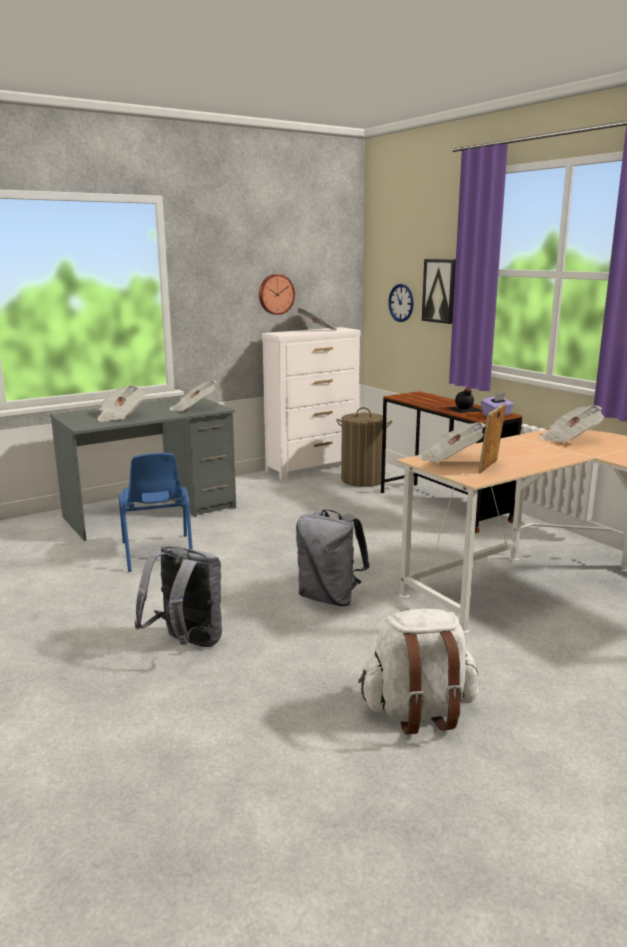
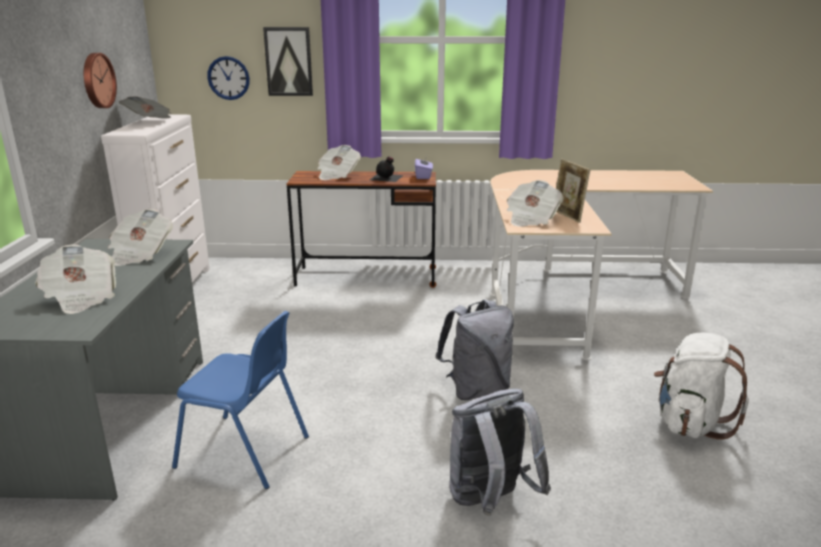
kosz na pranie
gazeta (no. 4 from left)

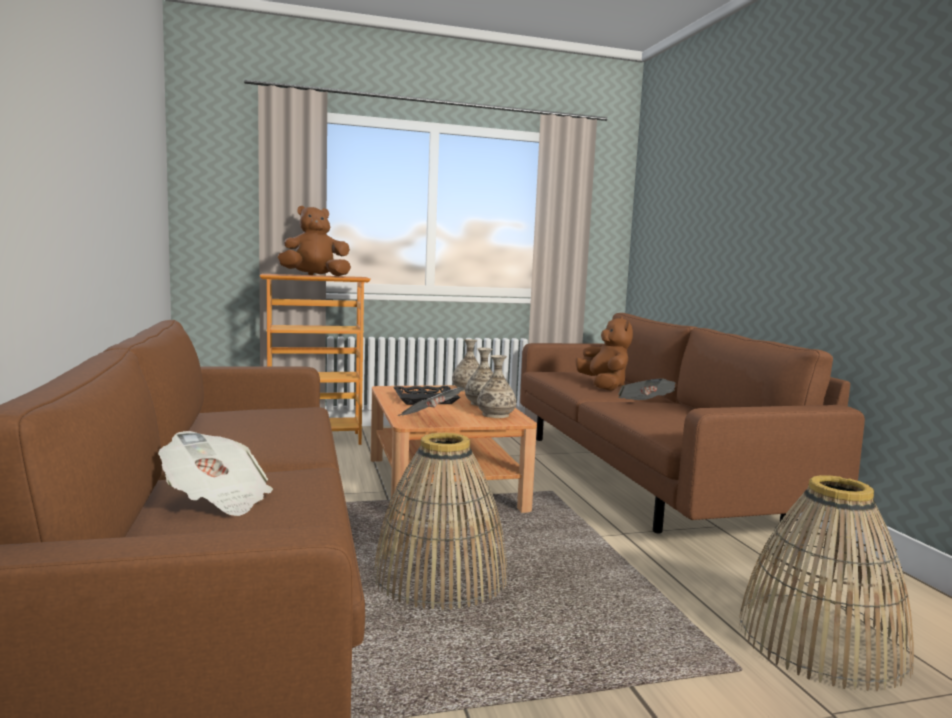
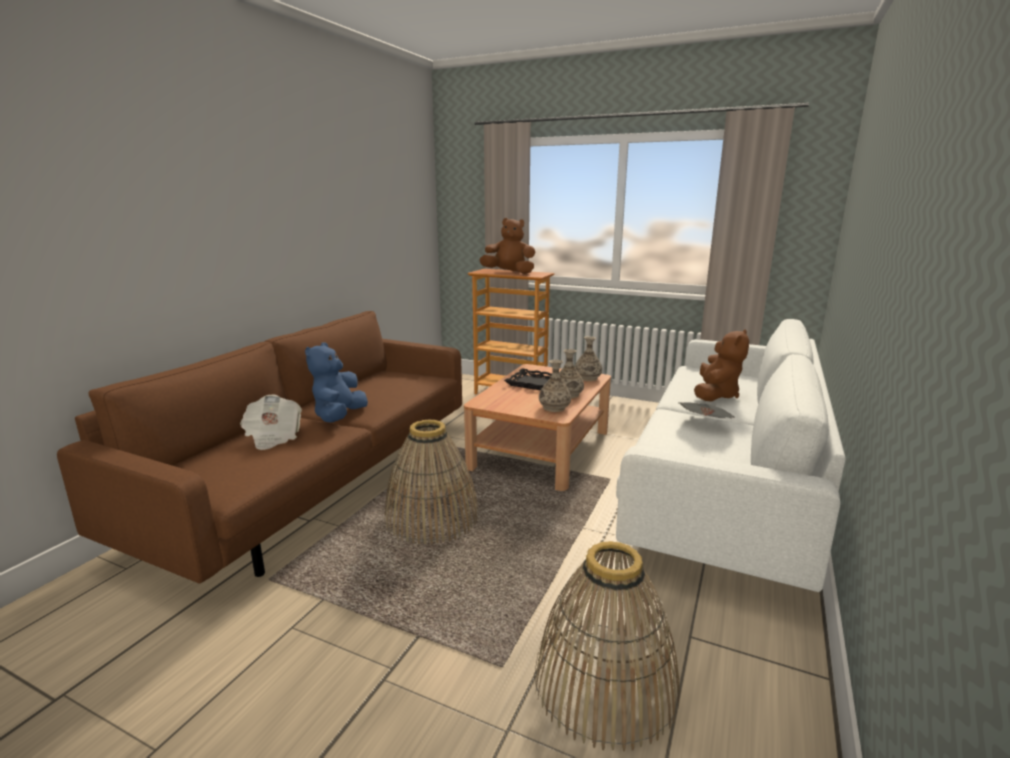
gazeta (no. 2 from left in the first image)
kanapa [biały]
pluszak [niebieski]

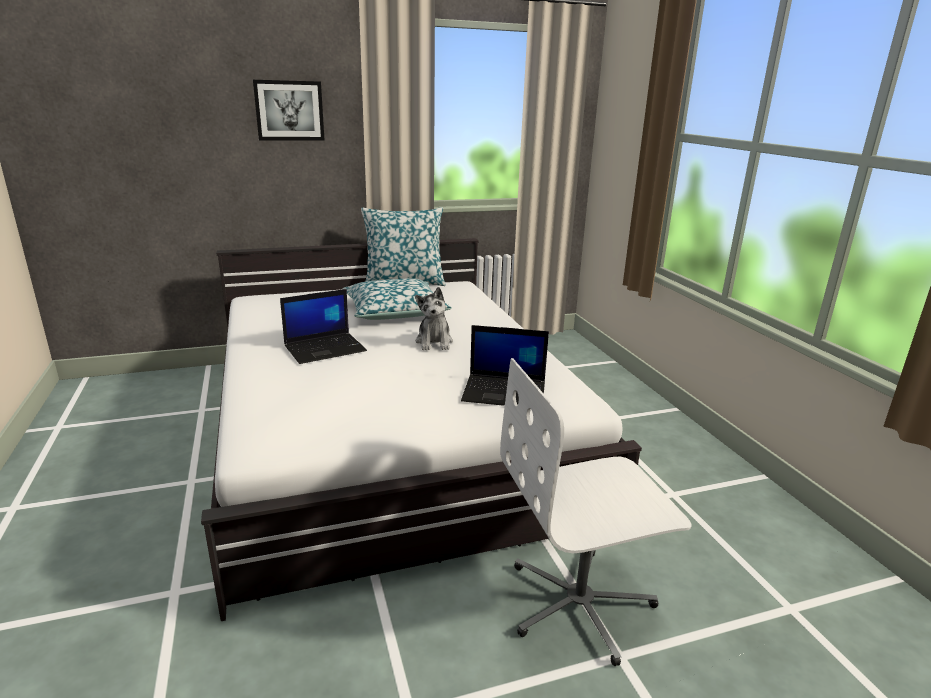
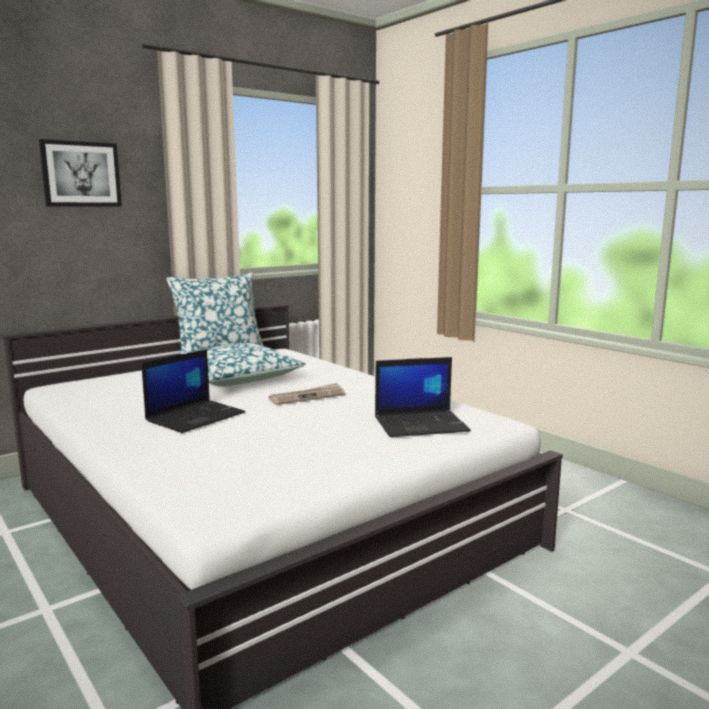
gazeta
krzesło biurowe [biały]

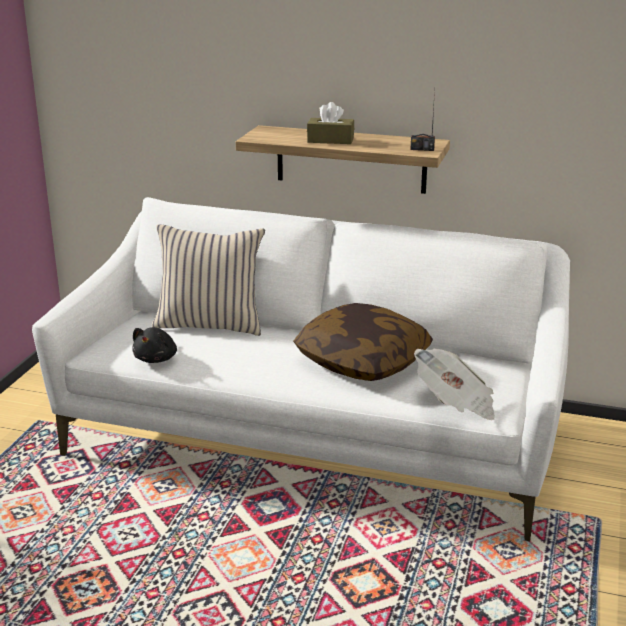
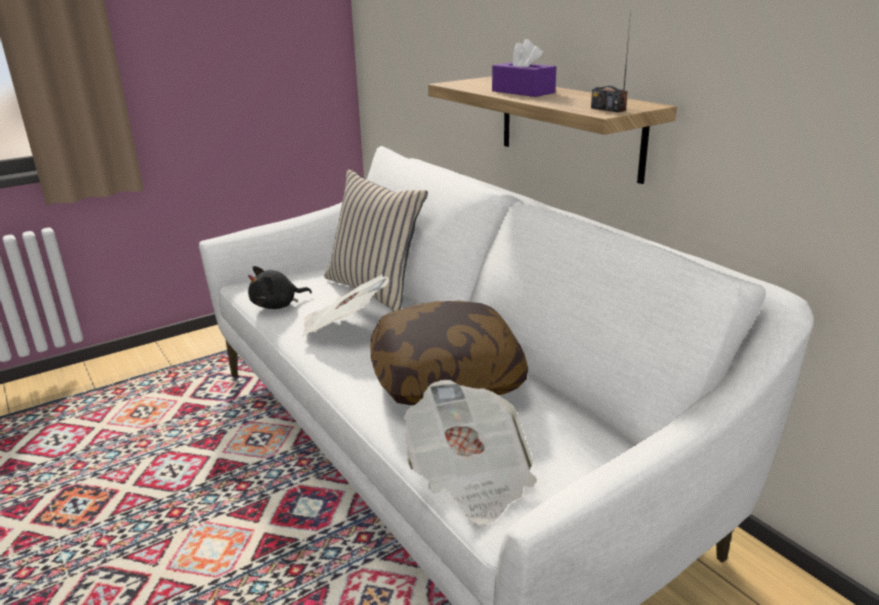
pudełko chusteczek [fioletowy]
gazeta (no. 1 from left)

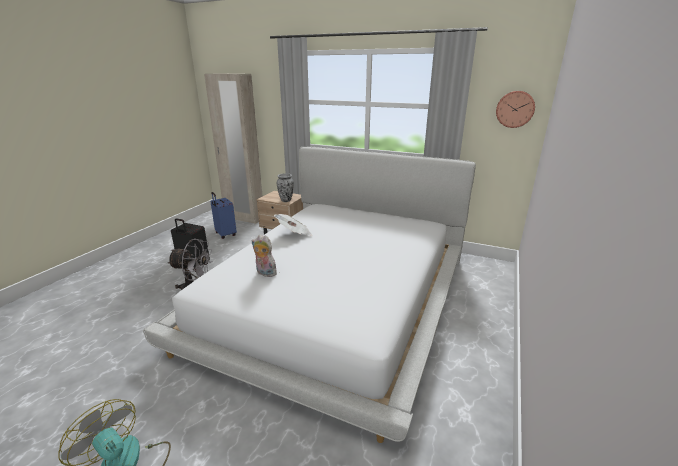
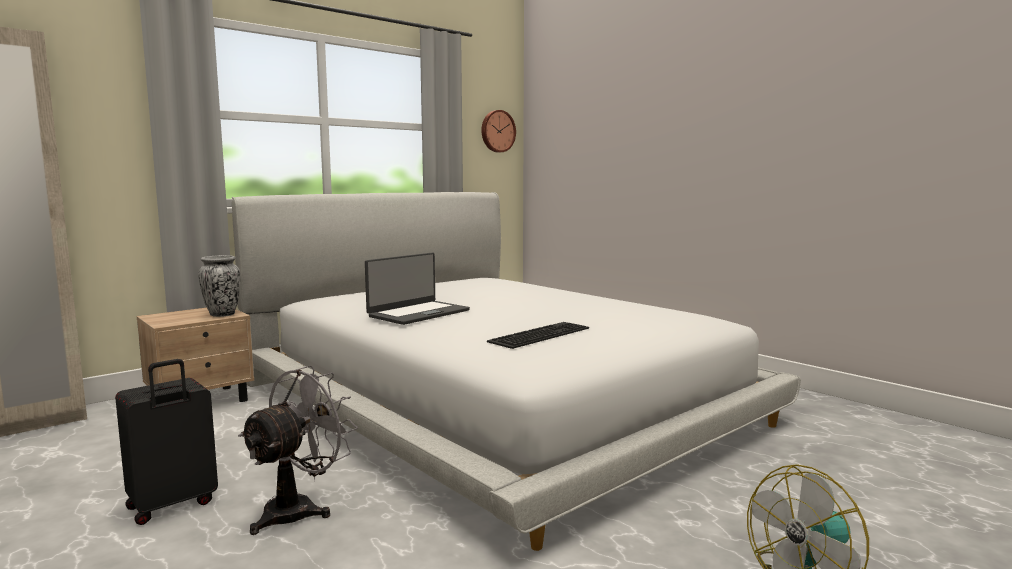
walizka [niebieski]
klawiatura
laptop

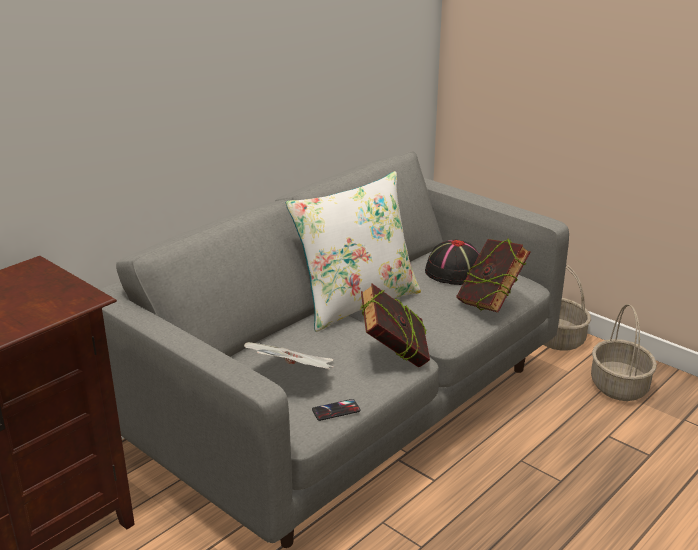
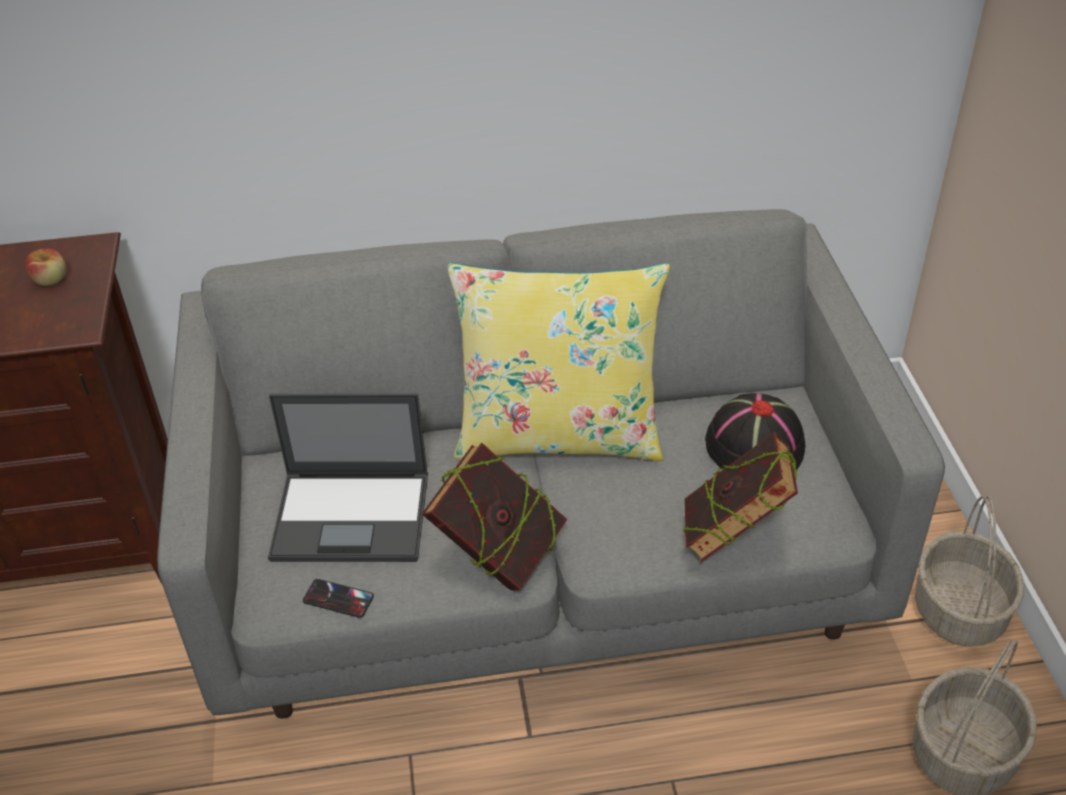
laptop
poduszka [żółty]
jabłko

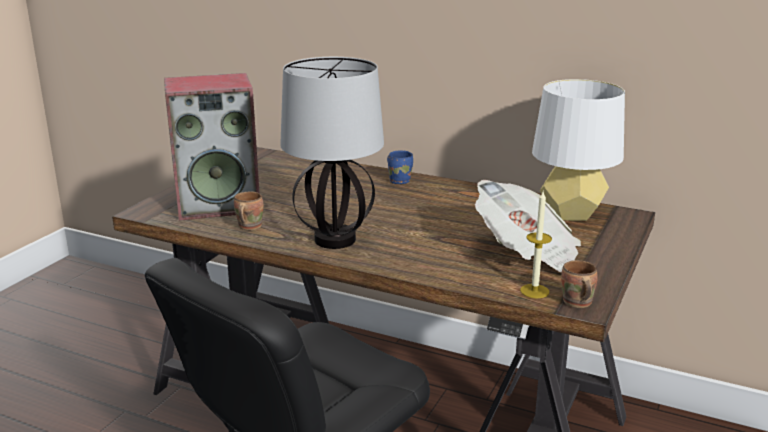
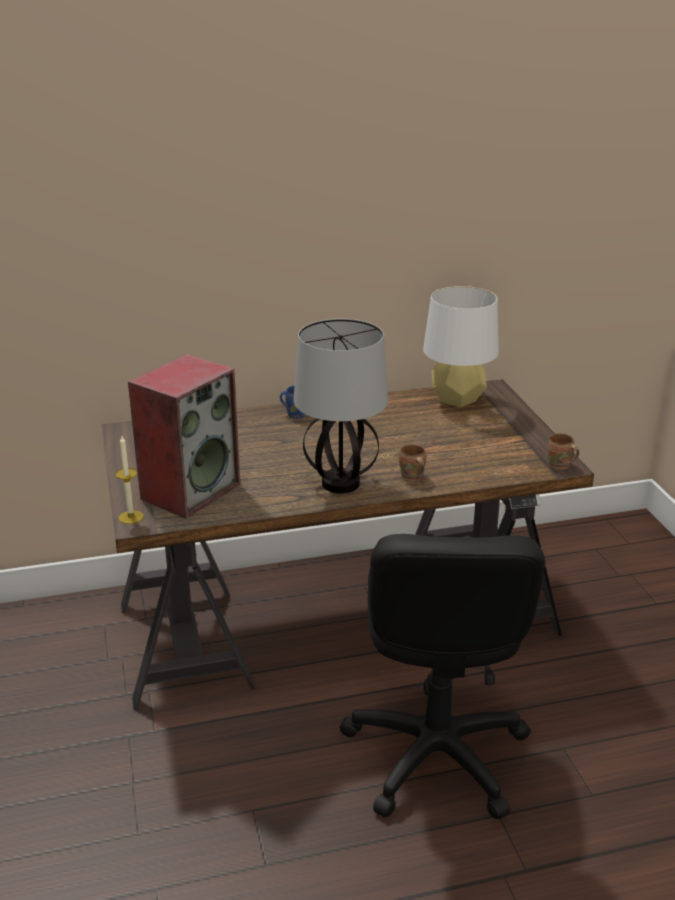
kubek [brązowy] (no. 1 from left)
gazeta
świeca

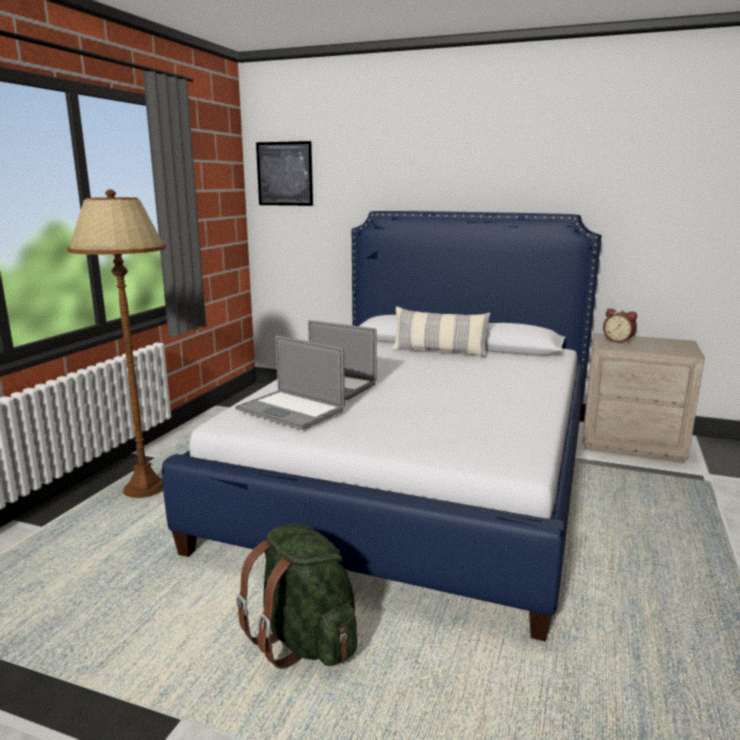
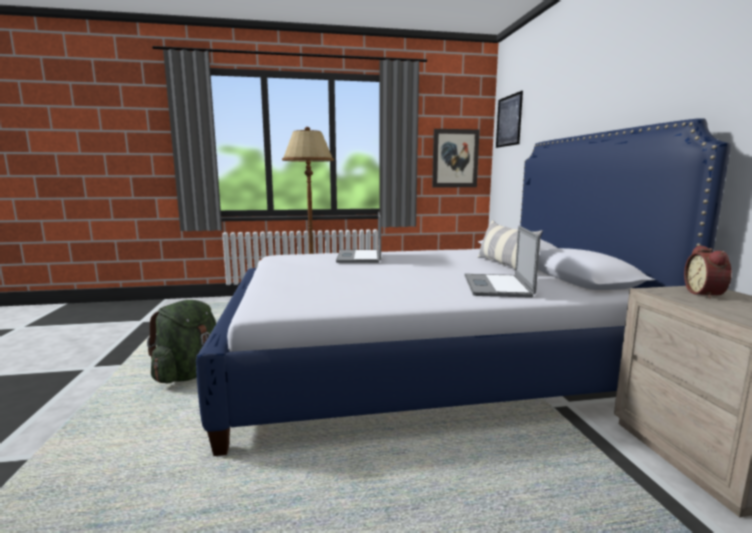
laptop (no. 2 from left)
obraz (no. 1 from left)

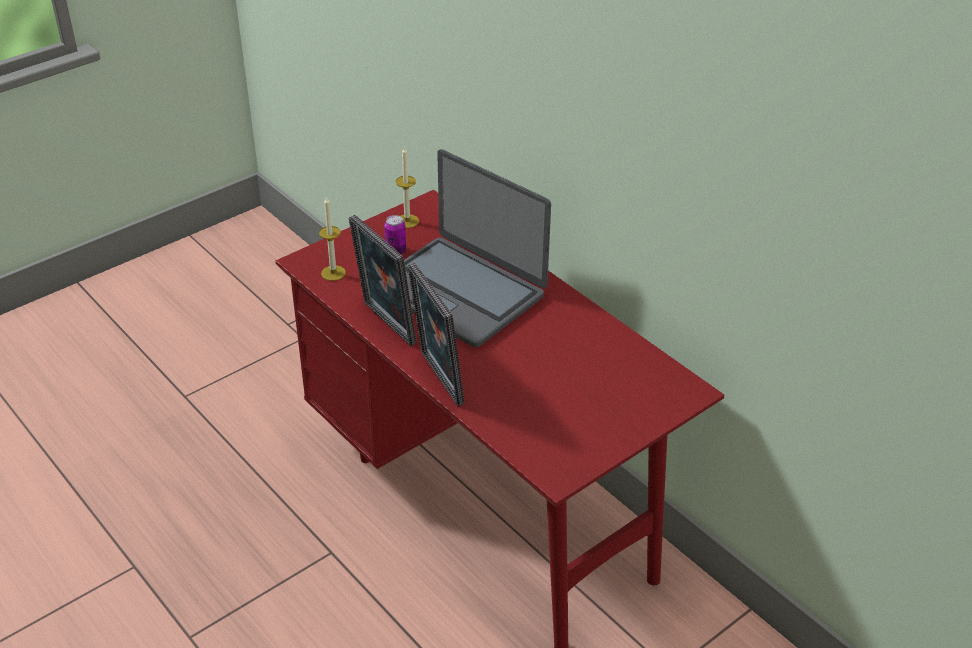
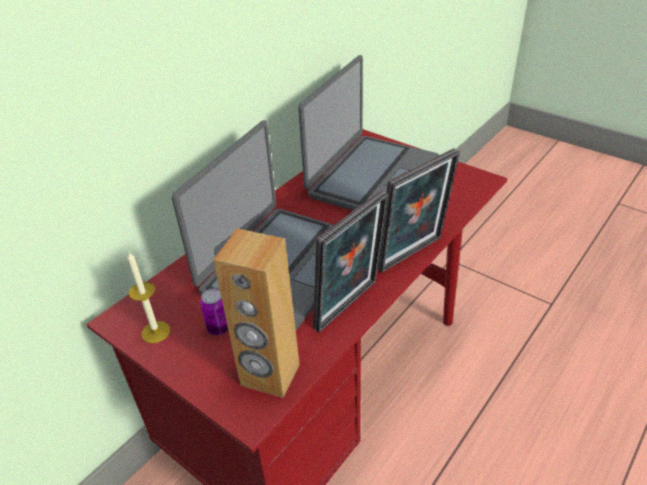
głośnik [brązowy]
laptop (no. 2 from left)

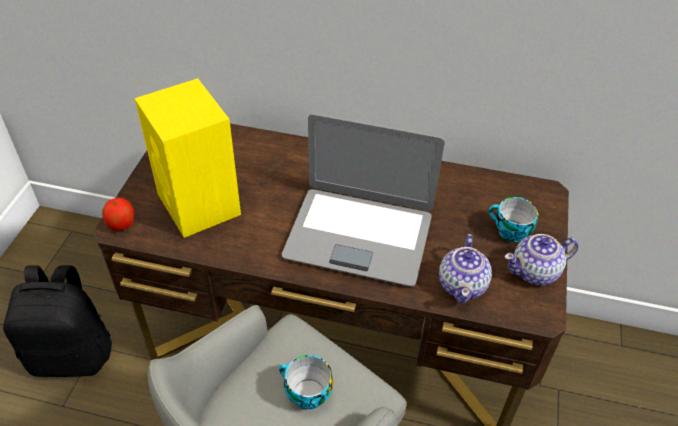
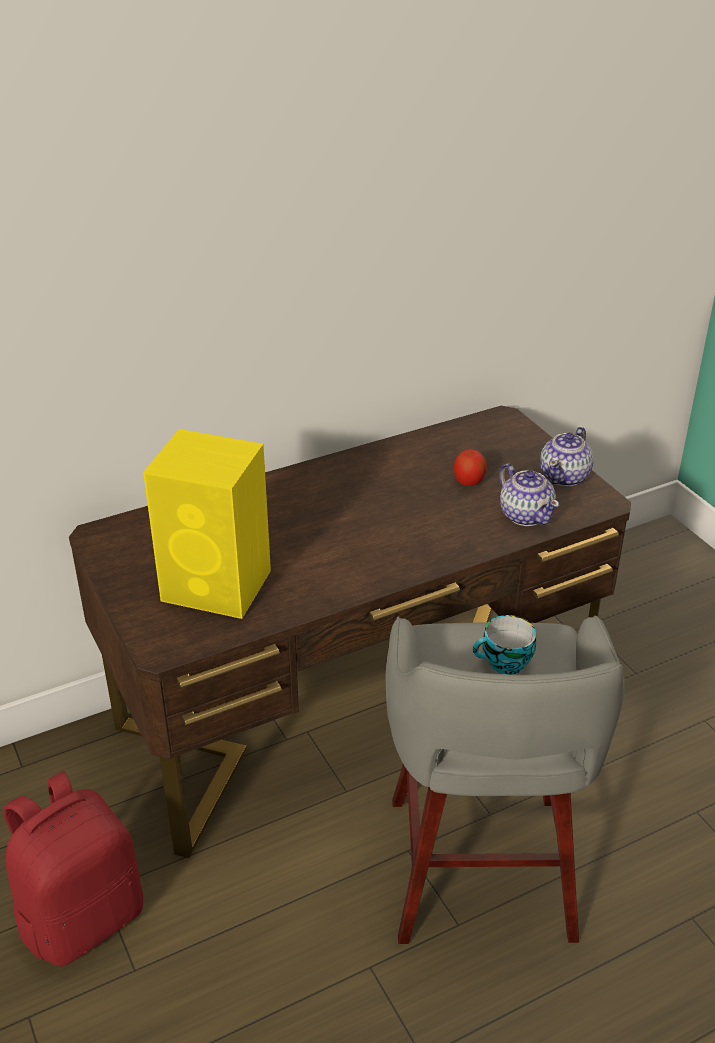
plecak [czerwony]
jabłko
laptop
filiżanka (no. 2 from left in the first image)

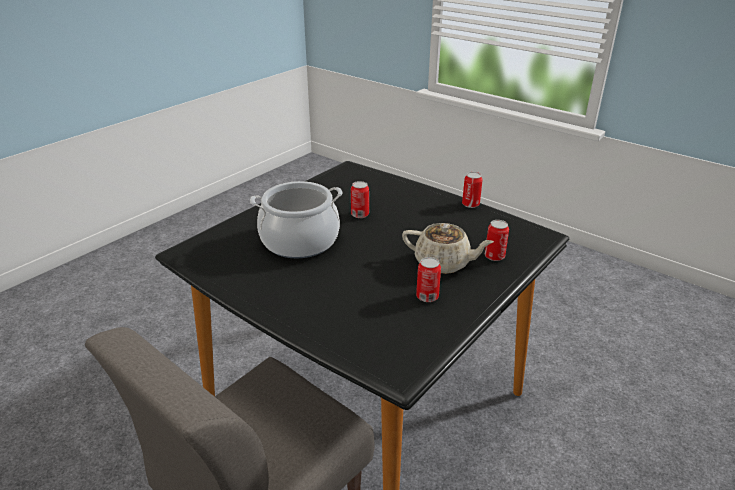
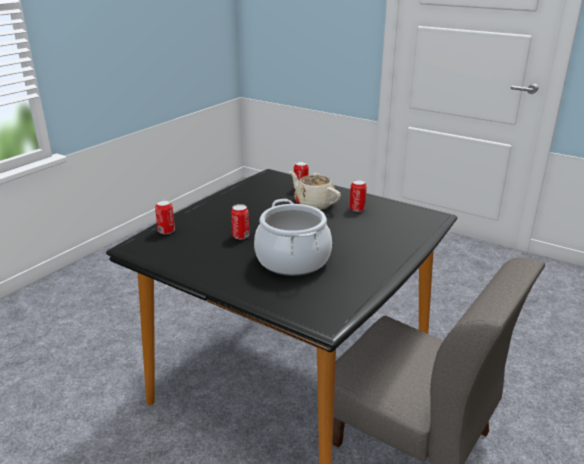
imbryk [beżowy]
puszka (no. 1 from left)

